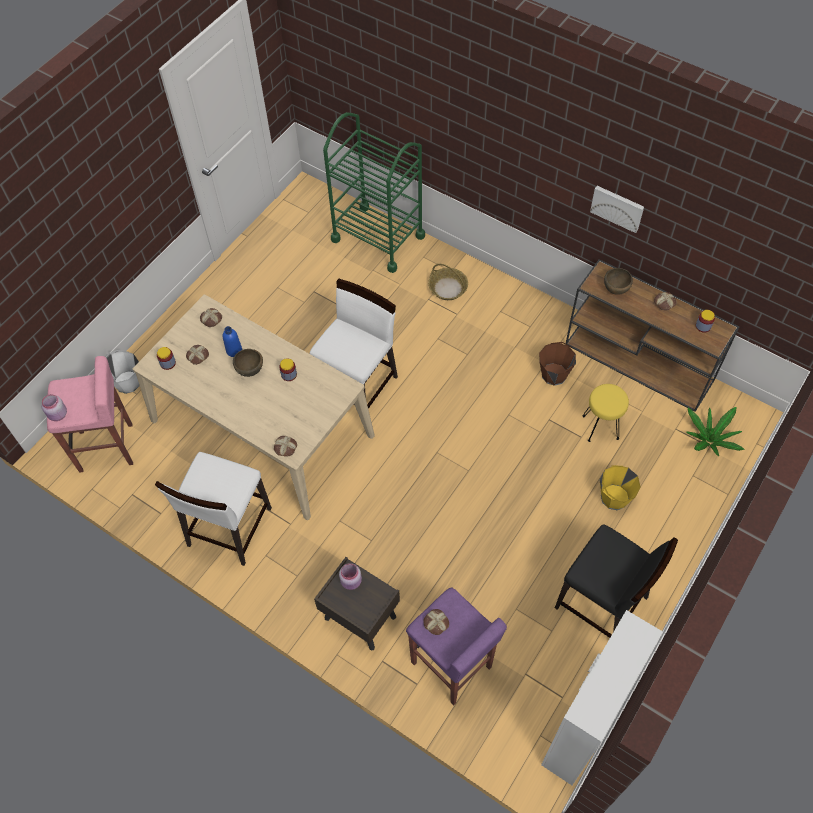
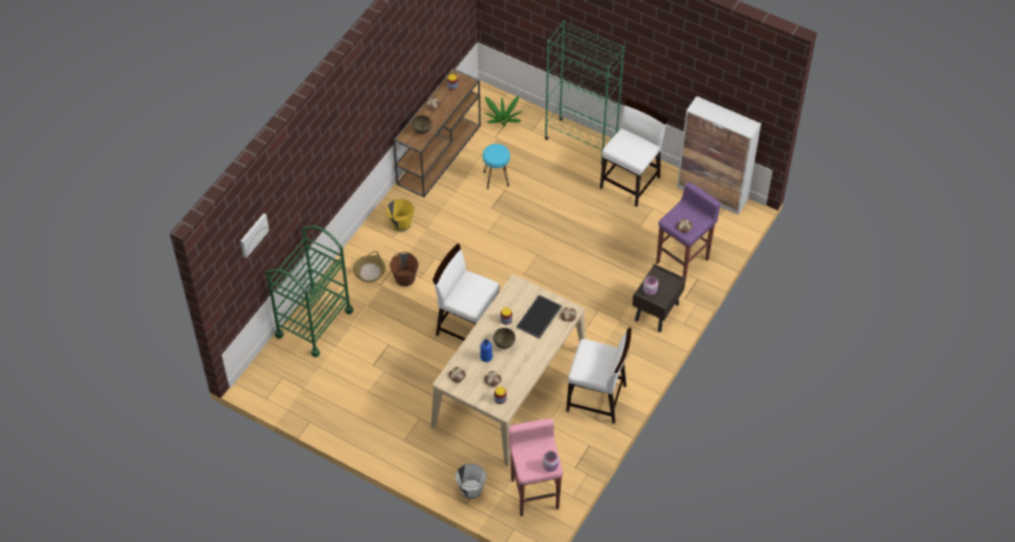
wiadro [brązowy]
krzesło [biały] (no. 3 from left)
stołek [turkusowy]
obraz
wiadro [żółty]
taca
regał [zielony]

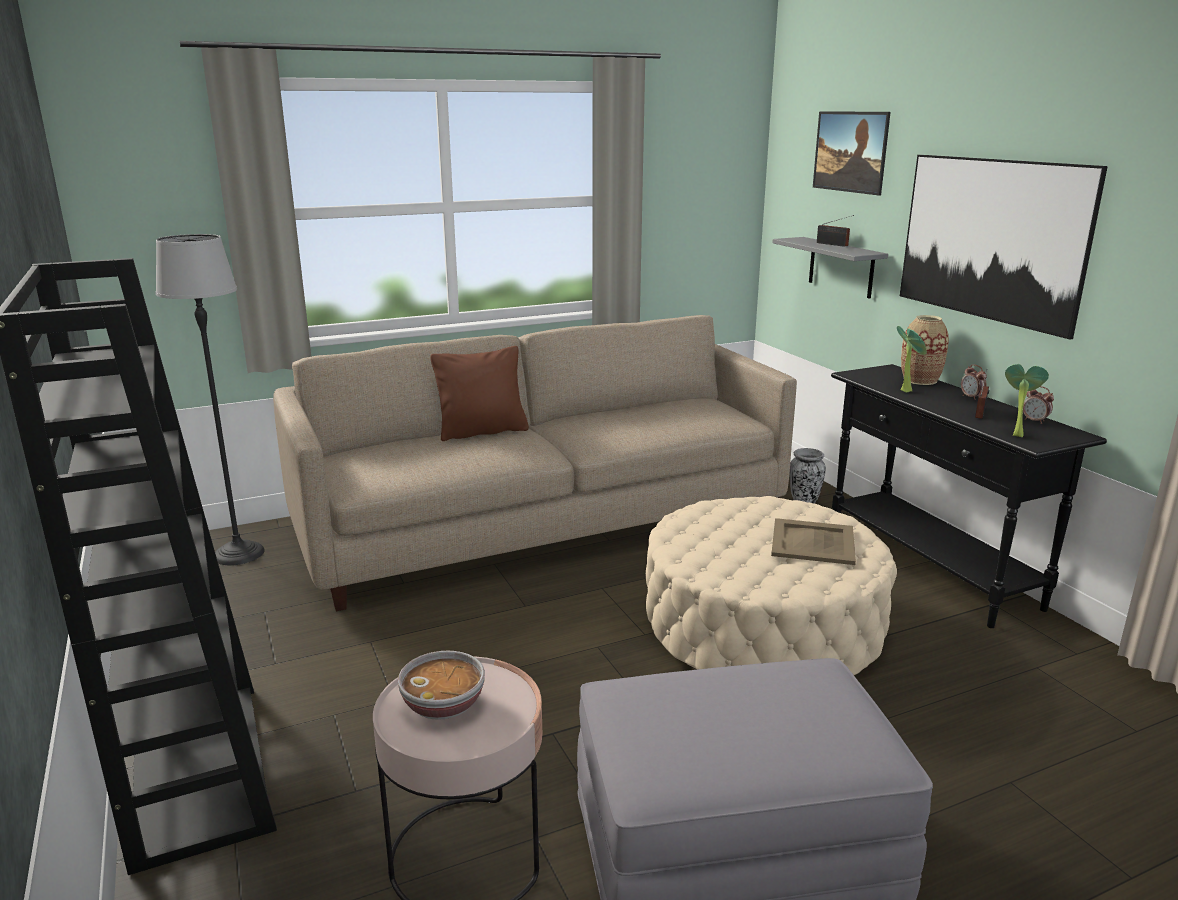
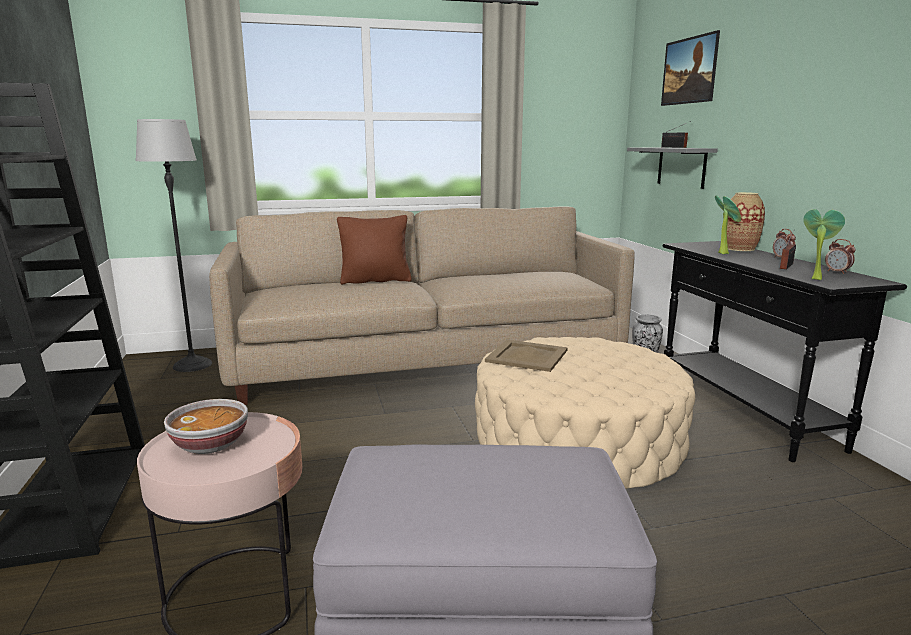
taca [beżowy]
obraz (no. 2 from left in the first image)

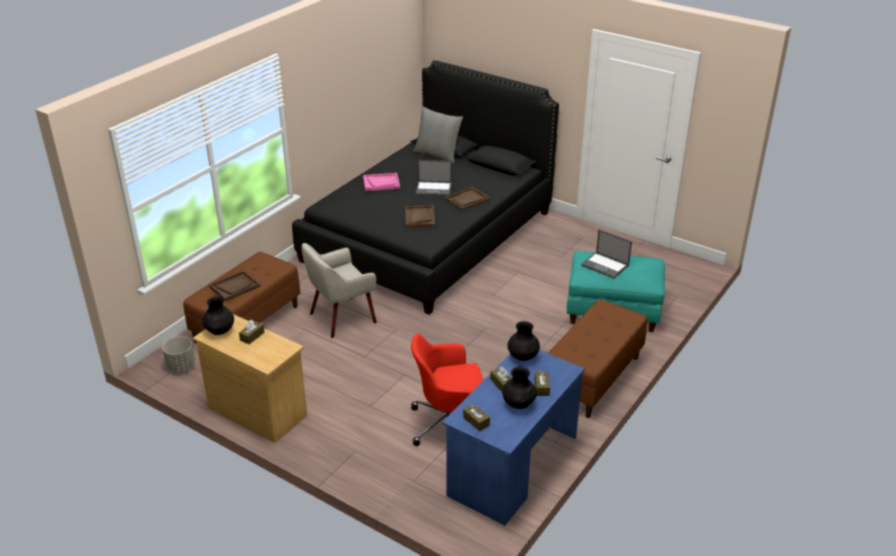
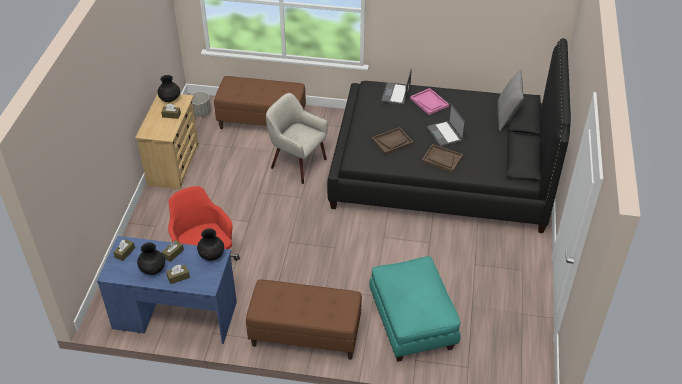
taca [brązowy] (no. 1 from left in the first image)
laptop (no. 1 from left)

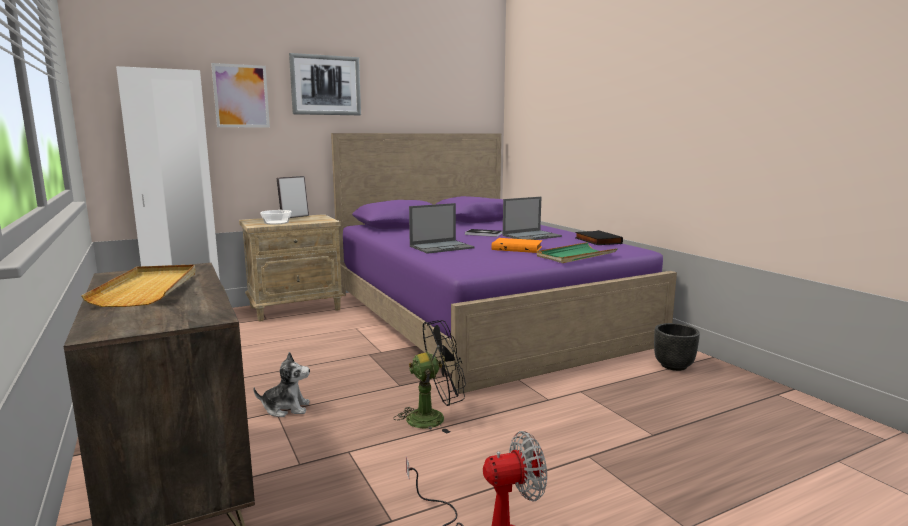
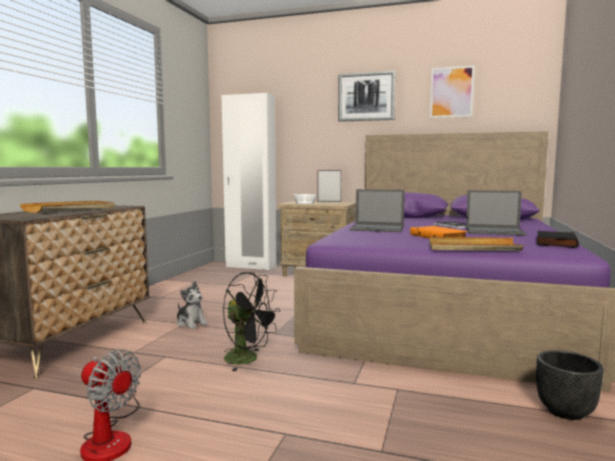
obraz (no. 2 from left)
taca [beżowy] (no. 2 from left)

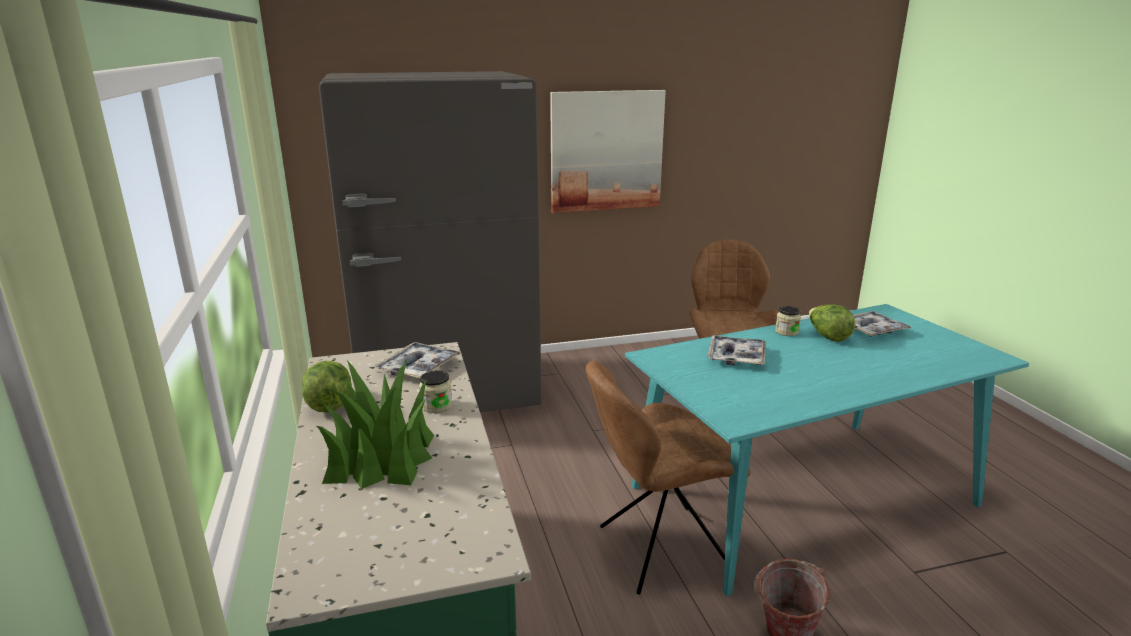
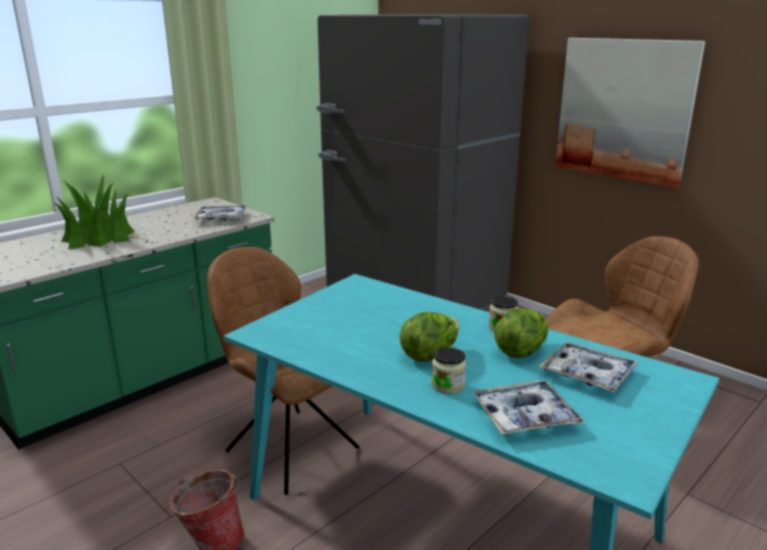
sałata (no. 1 from left)
słoik (no. 1 from left)
taca (no. 2 from left)

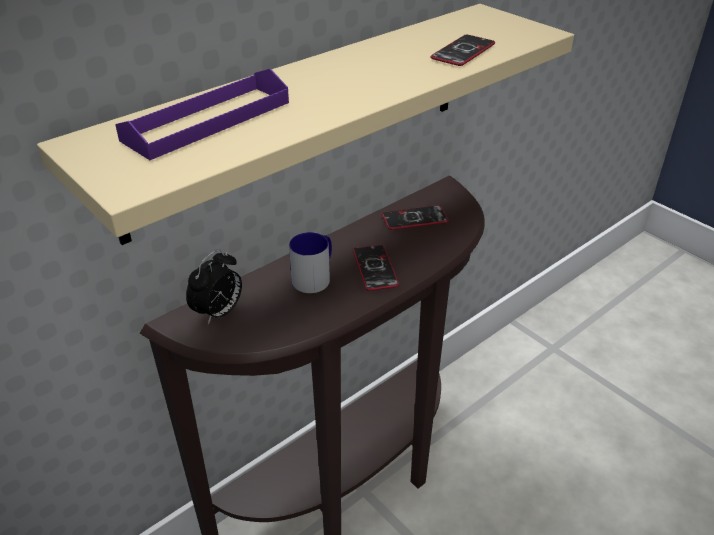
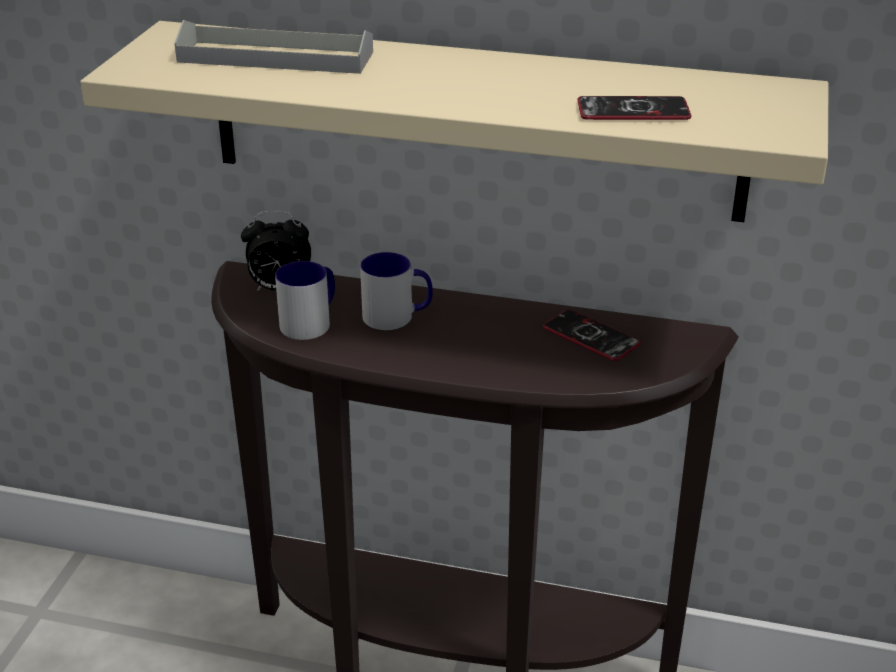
taca [szary]
telefon (no. 1 from left in the first image)
kubek (no. 1 from left)

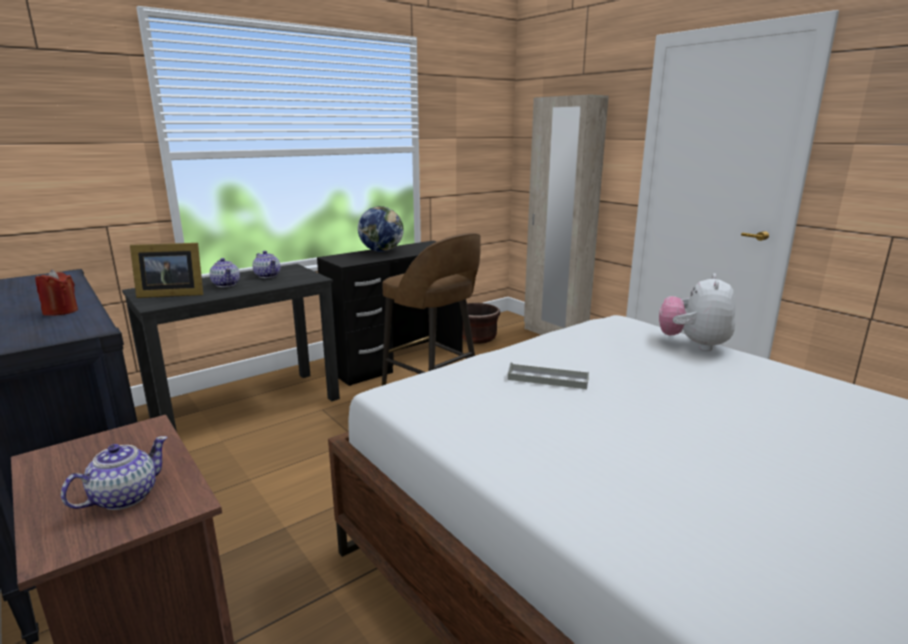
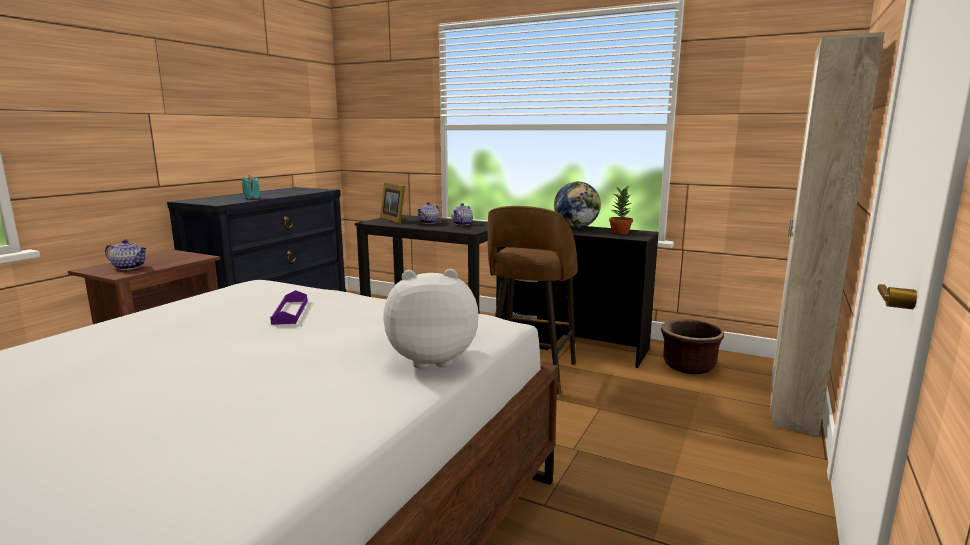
świeca [turkusowy]
taca [fioletowy]
roślina doniczkowa

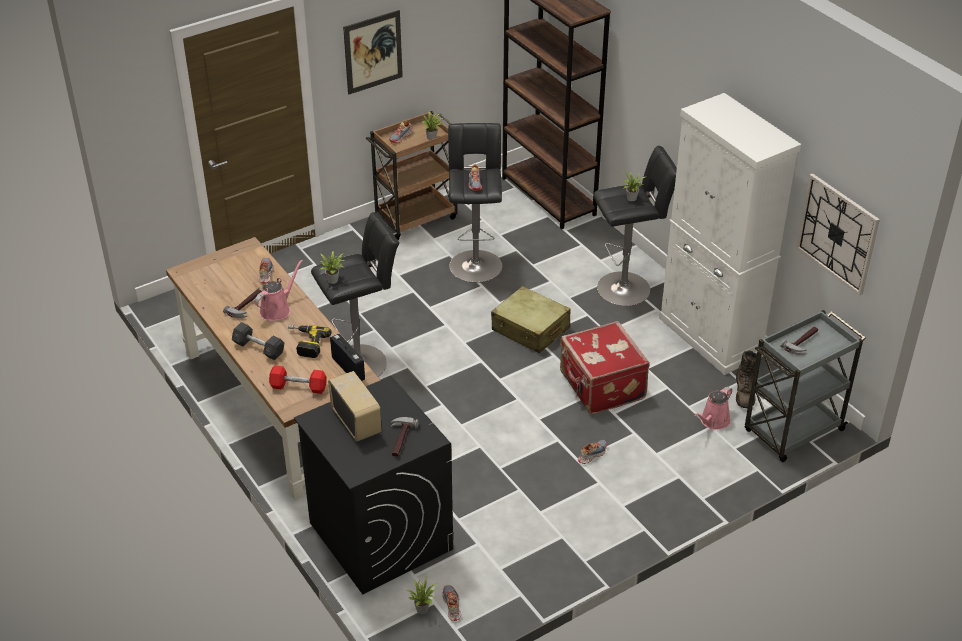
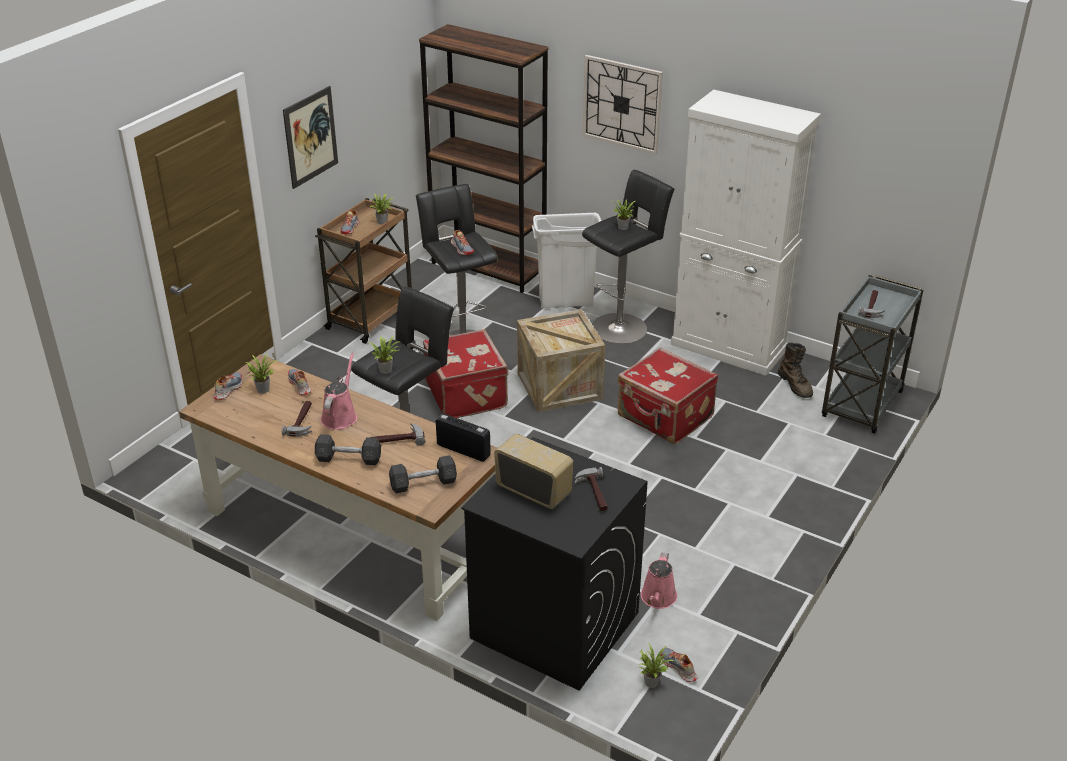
hantel [szary] (no. 2 from left)
młotek (no. 2 from left)
skrzynka
but (no. 1 from left)
konewka [różowy] (no. 2 from left)
zegar ścienny
roślina doniczkowa (no. 1 from left)
walizka [czerwony] (no. 1 from left)
kosz na śmieci [biały]

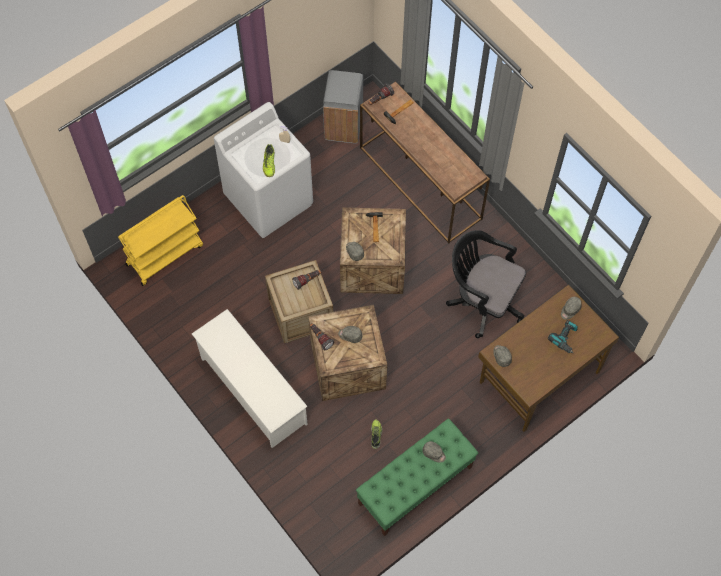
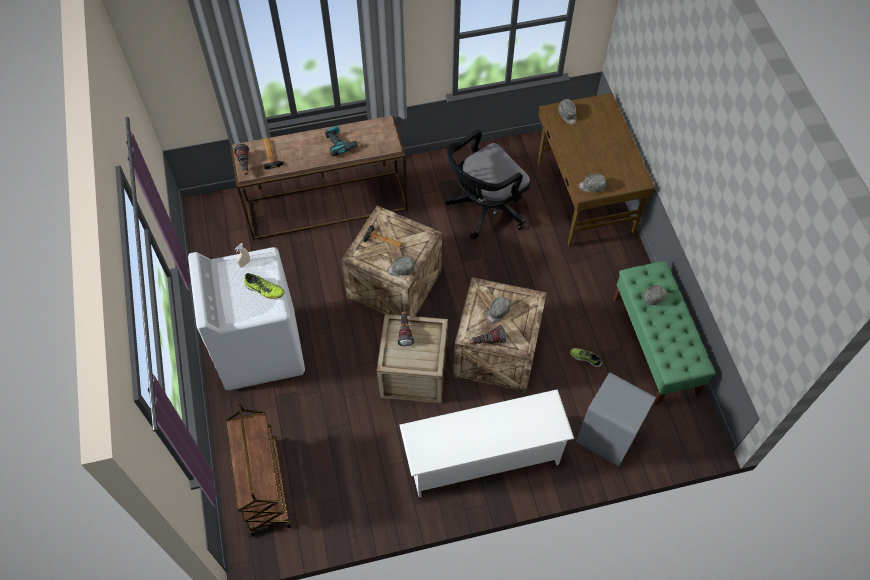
wózek [brązowy]
kosz na śmieci [szary]
wiertarka

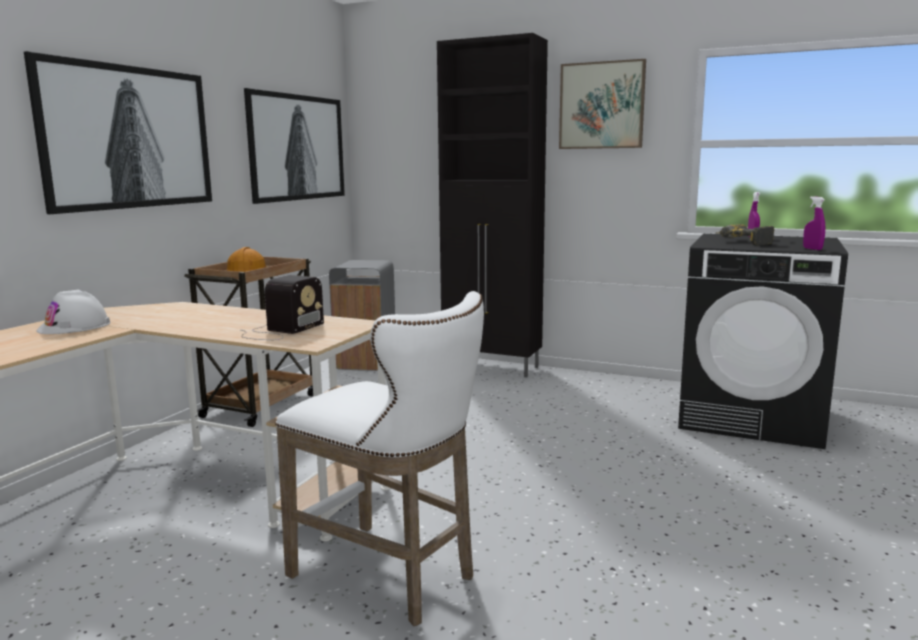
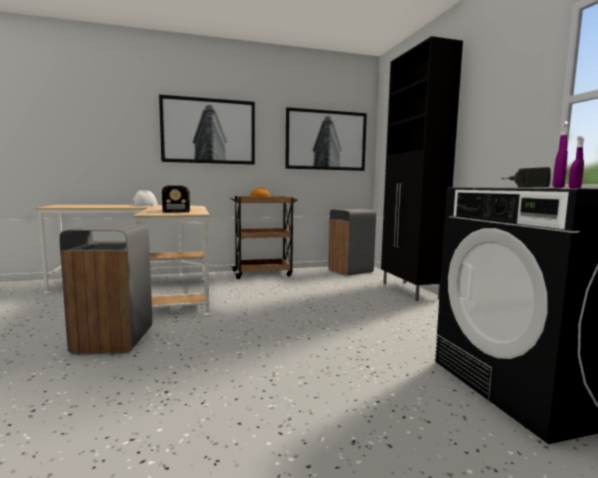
kosz na śmieci [szary] (no. 1 from left)
obraz (no. 3 from left in the first image)

